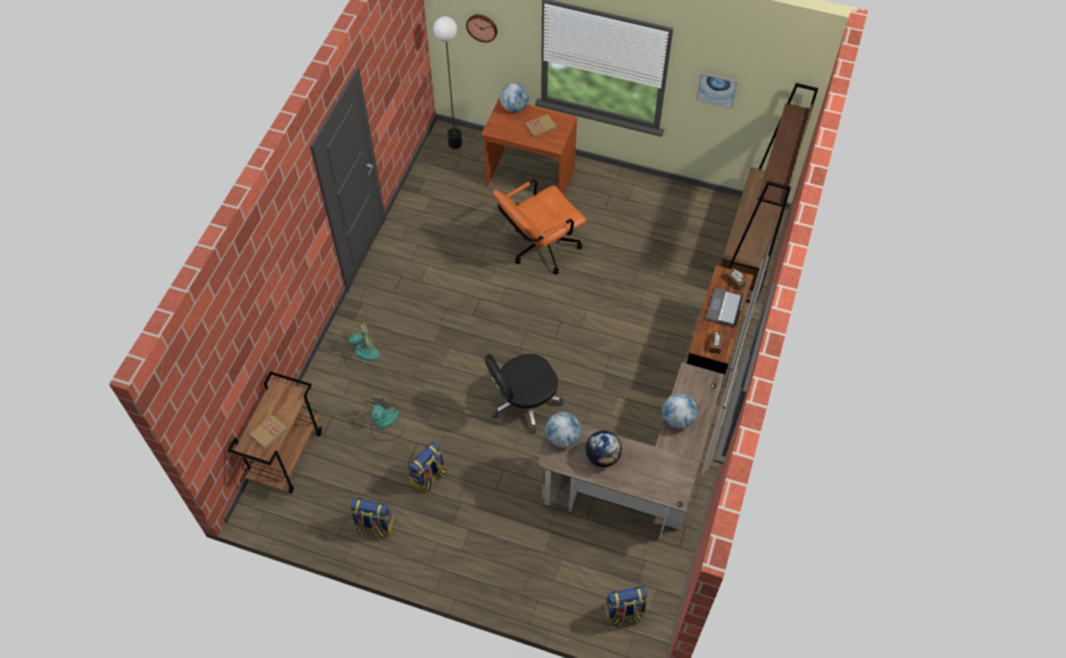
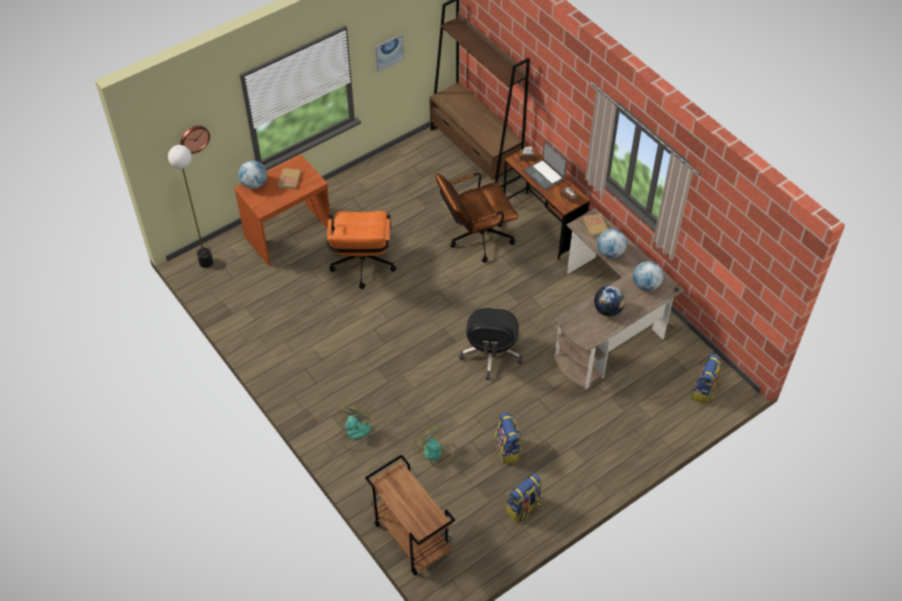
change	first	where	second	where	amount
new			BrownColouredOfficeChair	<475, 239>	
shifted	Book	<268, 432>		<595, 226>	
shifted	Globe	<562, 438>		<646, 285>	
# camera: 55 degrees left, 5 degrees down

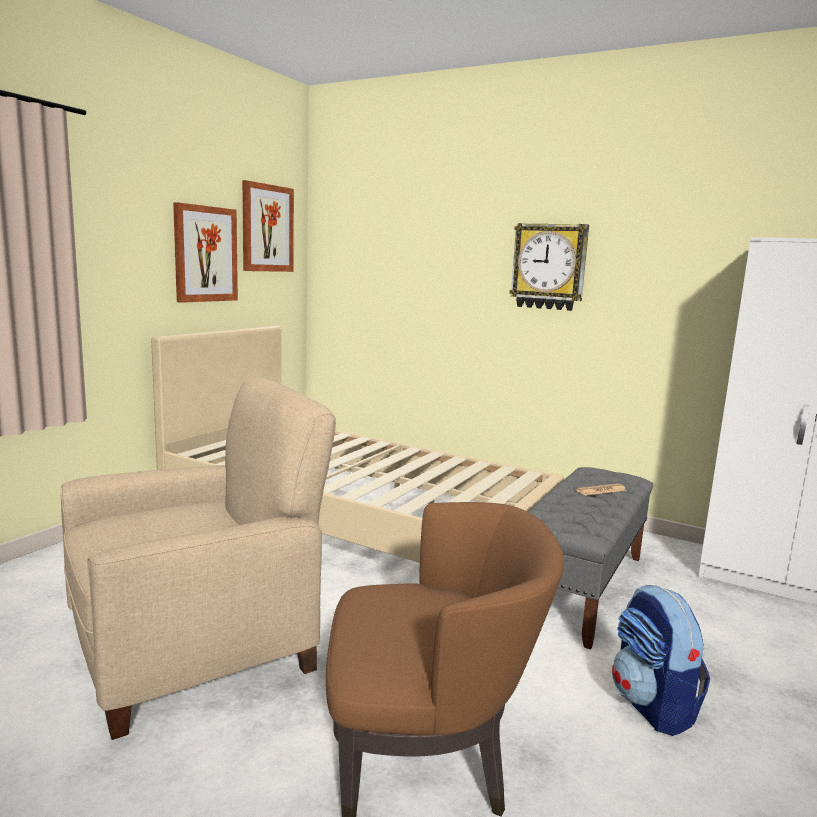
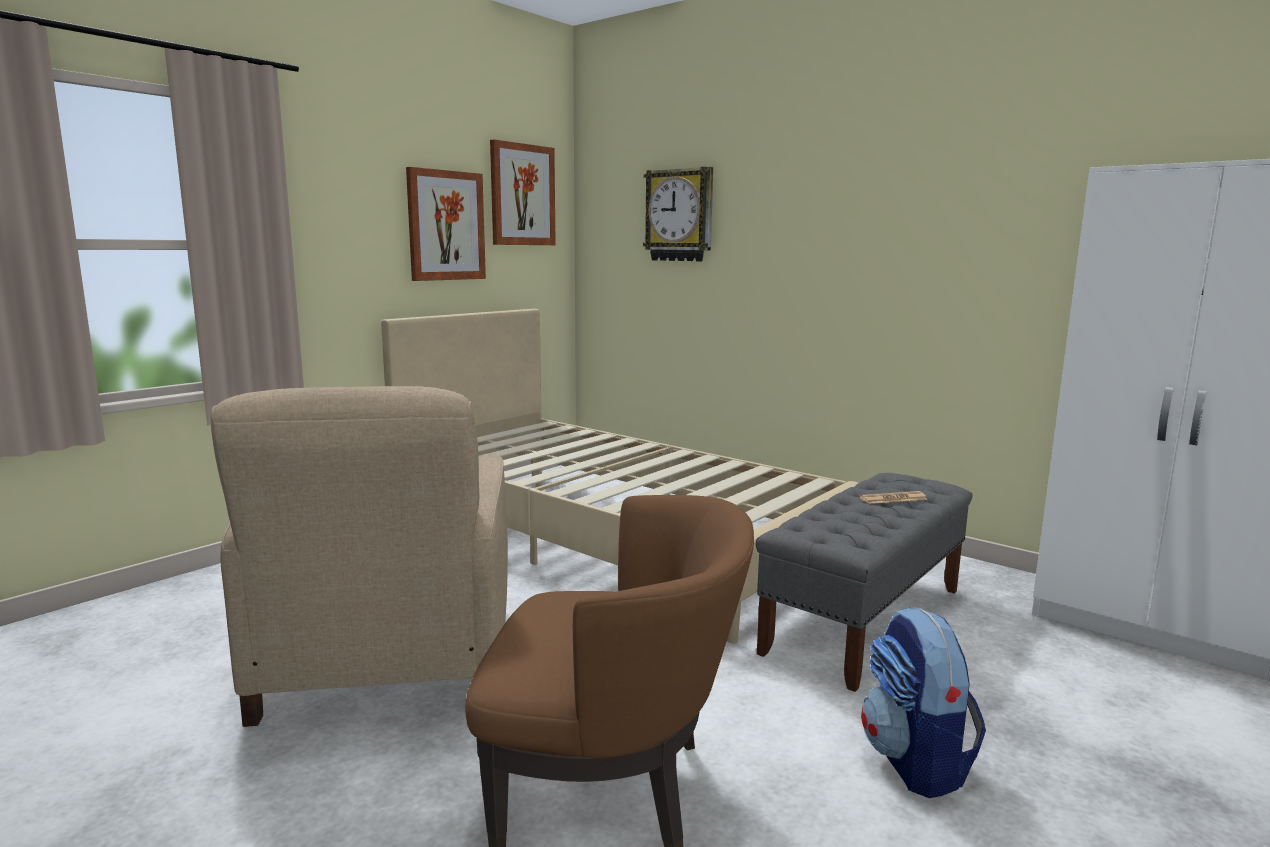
change	first	where	second	where	amount
shifted	HangingClock	<549, 267>		<680, 215>	
rotated	SandColouredEasyChair	<196, 647>		<388, 659>	105 degrees clockwise
# camera: 10 degrees right, 0 degrees up

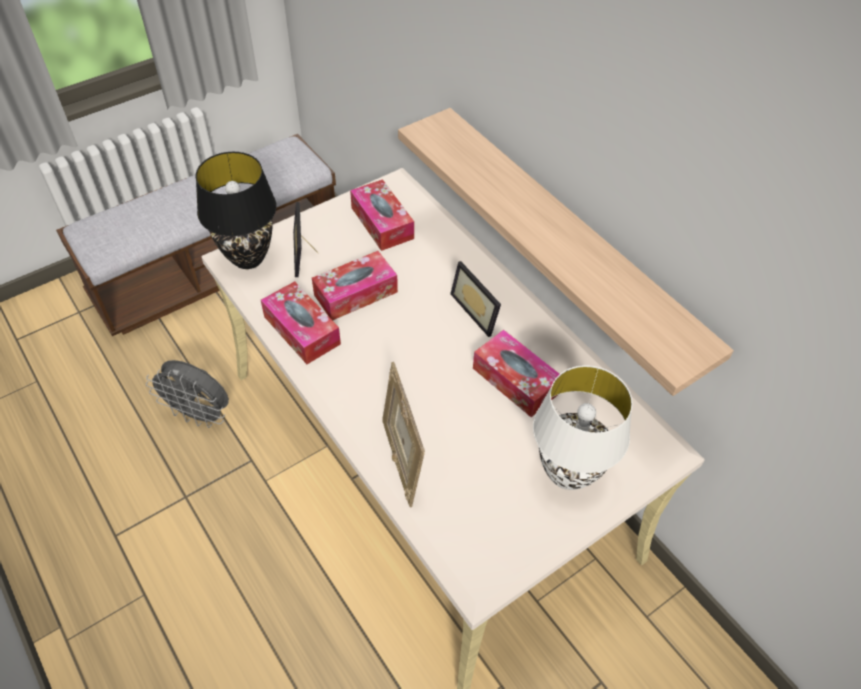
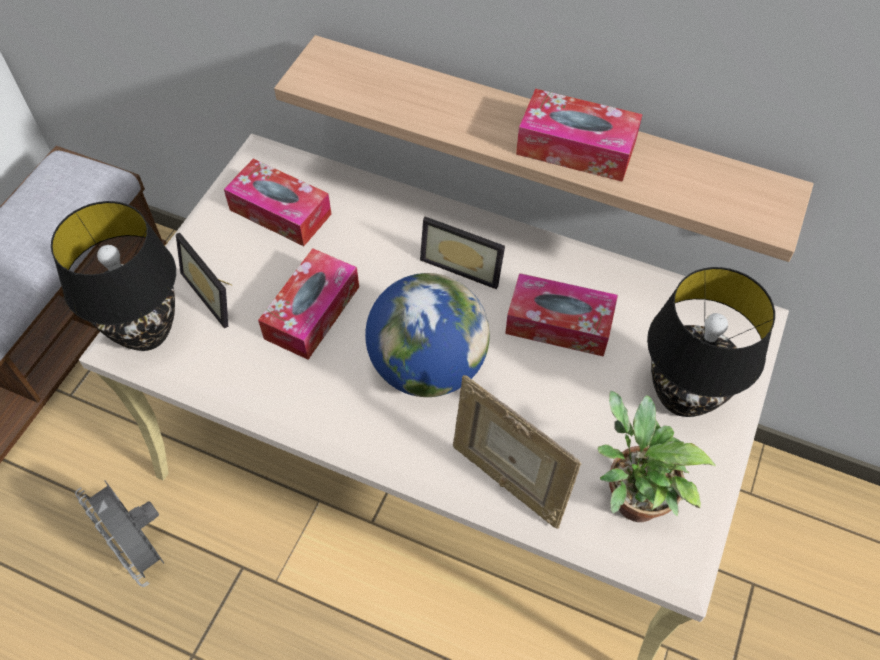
change	first	where	second	where	amount
new			Globe	<428, 367>	
new			PottedPlant	<631, 498>	
shifted	TissueBox	<302, 330>		<576, 148>	
repainted	WhitishTabletopLamp	<569, 473>	BlackColouredTabletopLamp	<683, 397>	
rotated	GreyFan	<200, 414>		<141, 549>	60 degrees clockwise
# camera: 30 degrees left, 5 degrees up

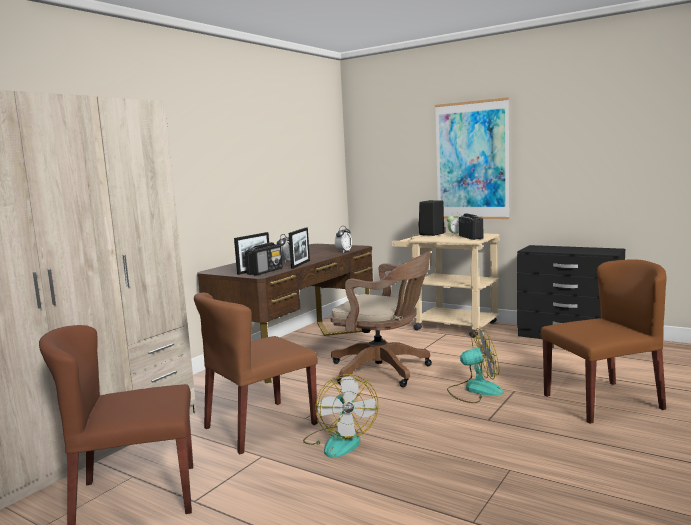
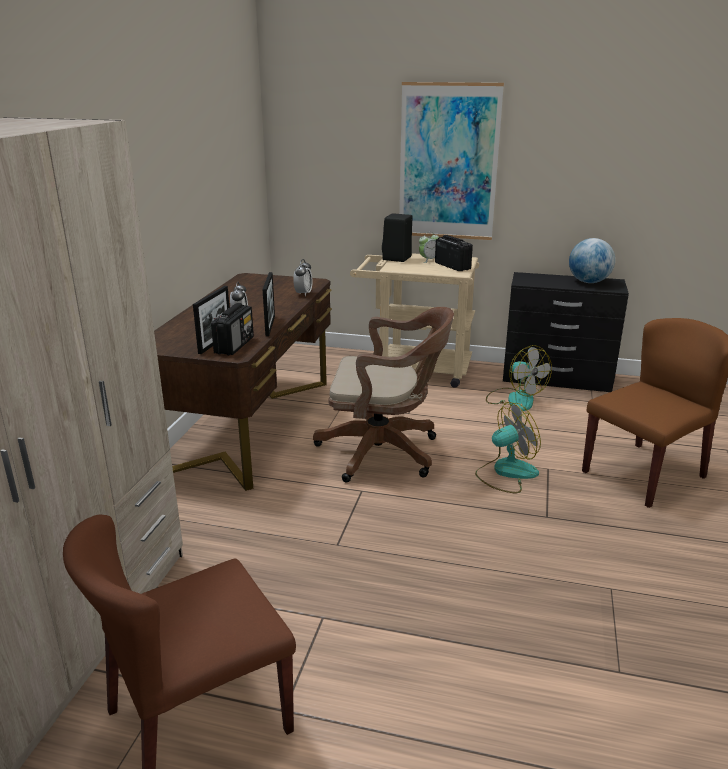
change	first	where	second	where	amount
gone	BrownColouredPlainChair	<260, 426>			
new			Globe	<588, 282>	
shifted	Fan	<339, 441>		<514, 399>	
# camera: 20 degrees left, 15 degrees up

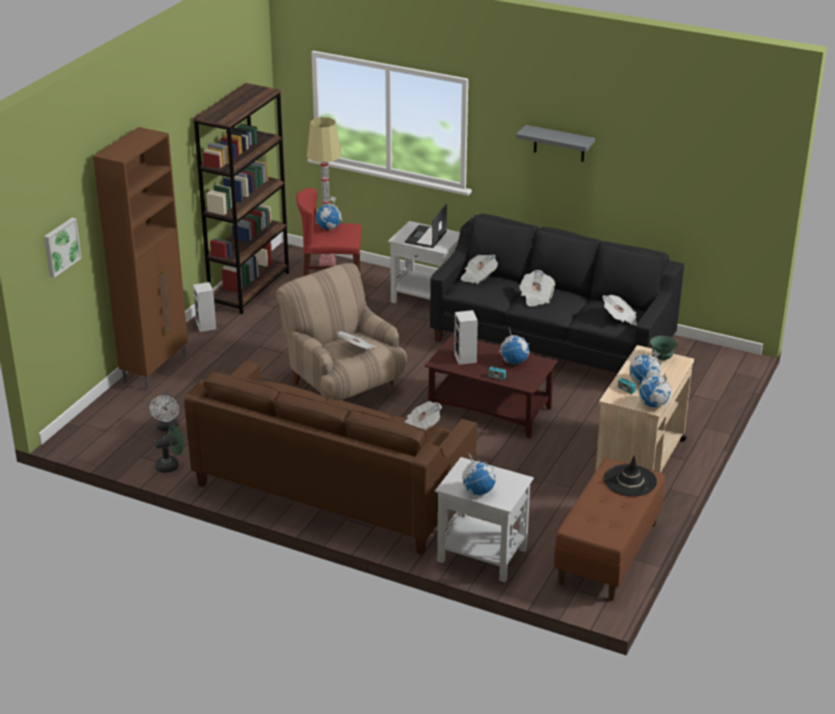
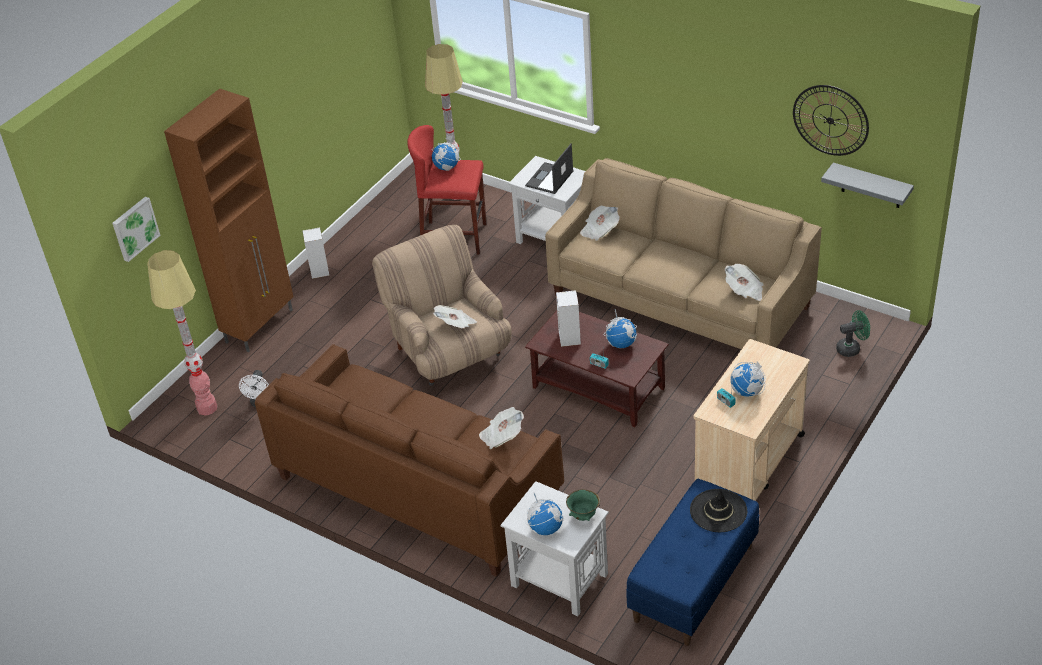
change	first	where	second	where	amount
gone	BrownColouredBookcase	<249, 288>			
gone	Newspaper	<536, 297>			
gone	Globe	<653, 405>			
new			FloorLamp	<207, 408>	
new			HangingClock	<830, 120>	
shifted	GreenColouredFan	<171, 465>		<851, 348>	
shifted	GreyShelf	<559, 144>		<871, 186>	
shifted	GreenColouredBowl	<662, 358>		<583, 516>	
repainted	BlackColouredSofa	<553, 343>	SandColouredSofa	<681, 301>	
repainted	BrownColouredLongSeat	<608, 553>	BluishLongSeat	<694, 584>	
# camera: 10 degrees right, 10 degrees up

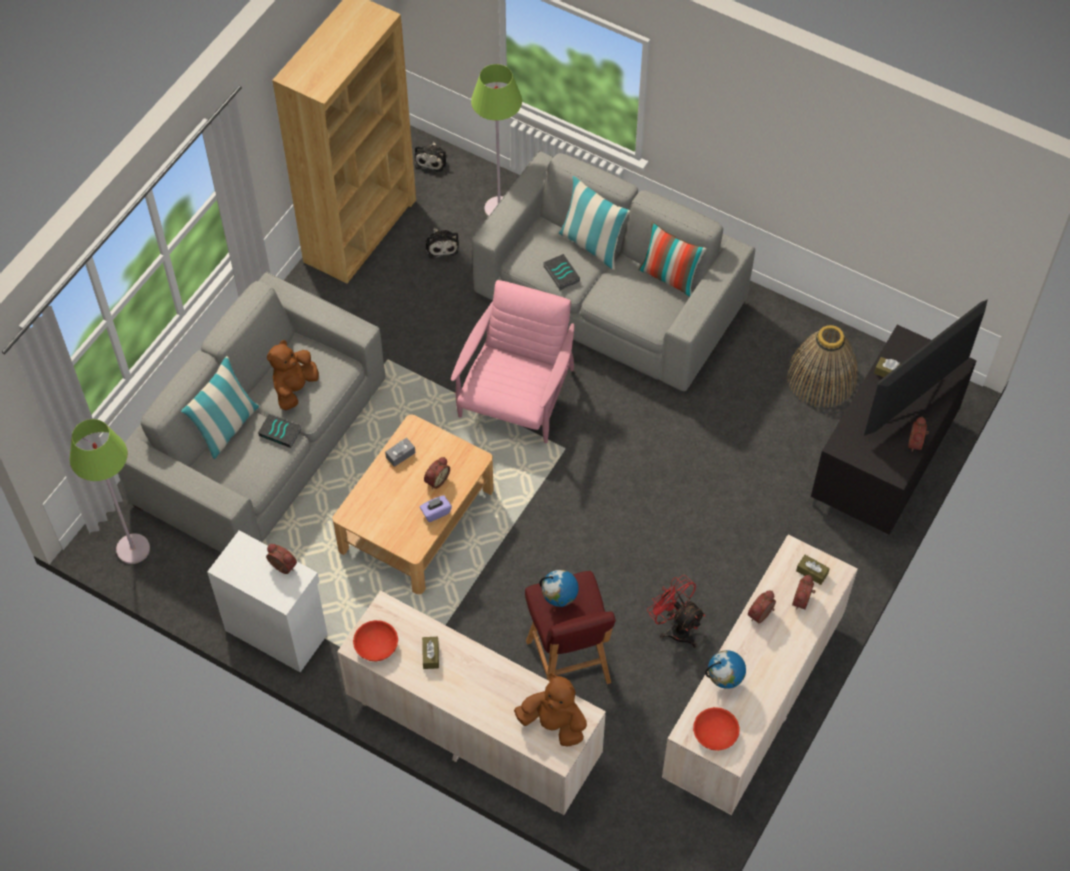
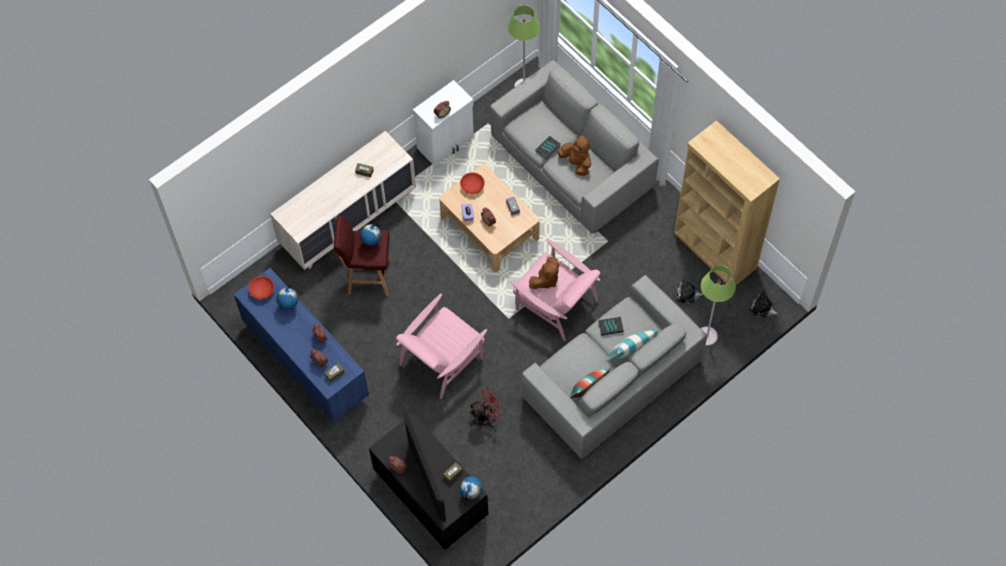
change	first	where	second	where	amount
gone	Cushion	<227, 428>			
gone	StorageBasket	<821, 378>			
new			PinkEasyChair	<442, 359>	
new			Globe	<471, 493>	
shifted	RedBowl	<376, 645>		<472, 186>	
shifted	BrownColouredPlushToy	<553, 723>		<545, 280>	
shifted	RedFan	<676, 627>		<486, 417>	
repainted	SandColouredDresser	<752, 703>	BluishDresser	<305, 361>	
# camera: 110 degrees right, 5 degrees up

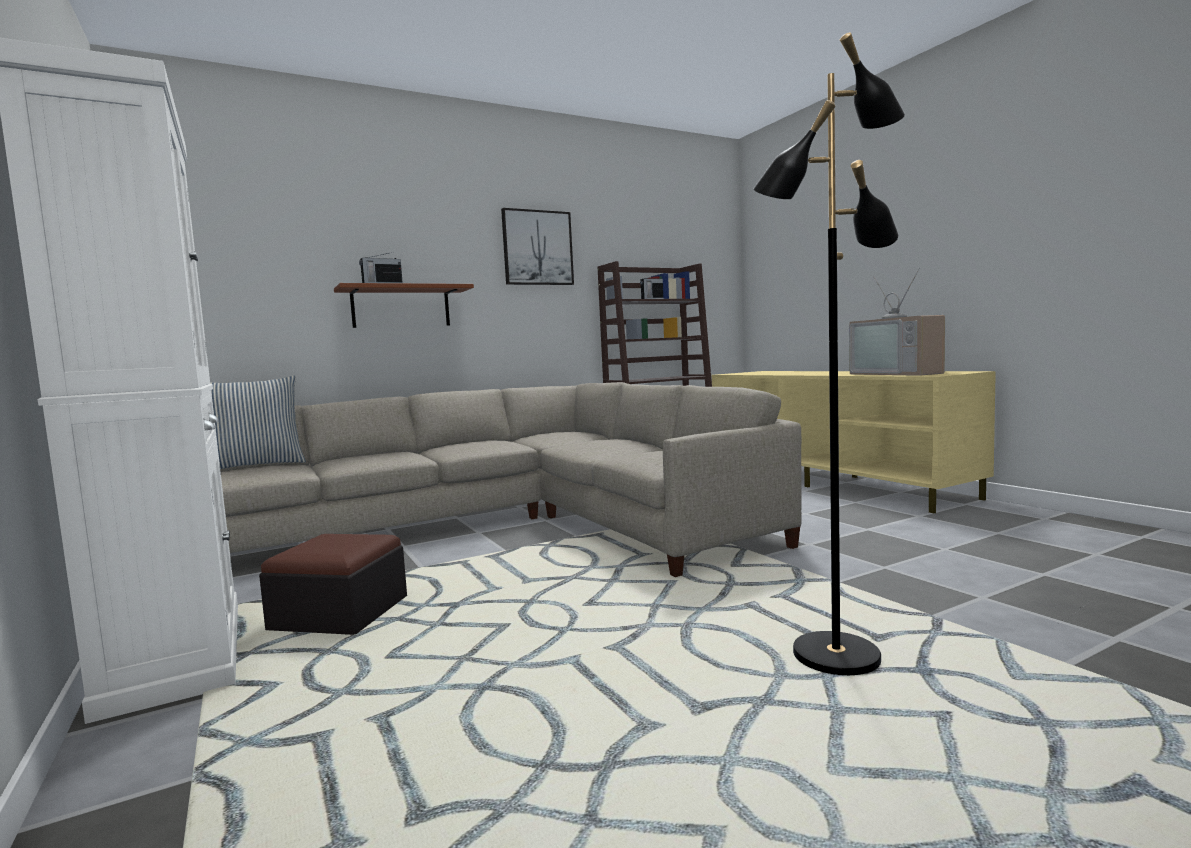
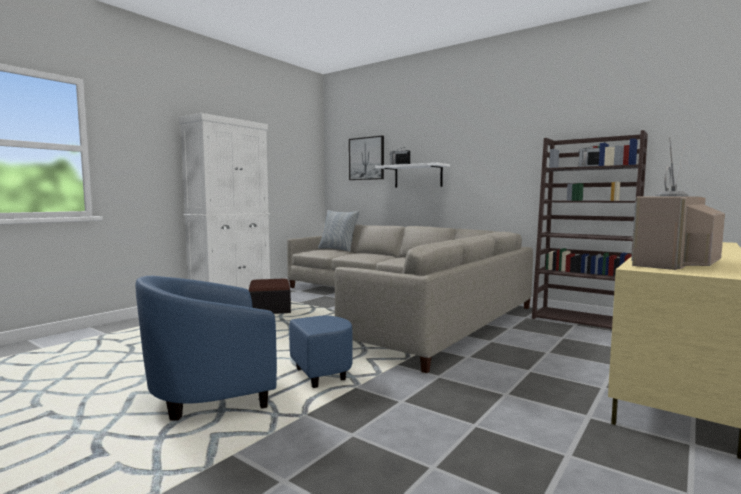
change	first	where	second	where	amount
shifted	WallArt	<537, 248>		<366, 158>	
swapped	BlackColouredFloorLamp	<835, 655>	BluishEasyChair	<241, 390>	
repainted	BrownColouredShelf	<401, 307>	WhitishShelf	<418, 176>	
# camera: 65 degrees right, 0 degrees up

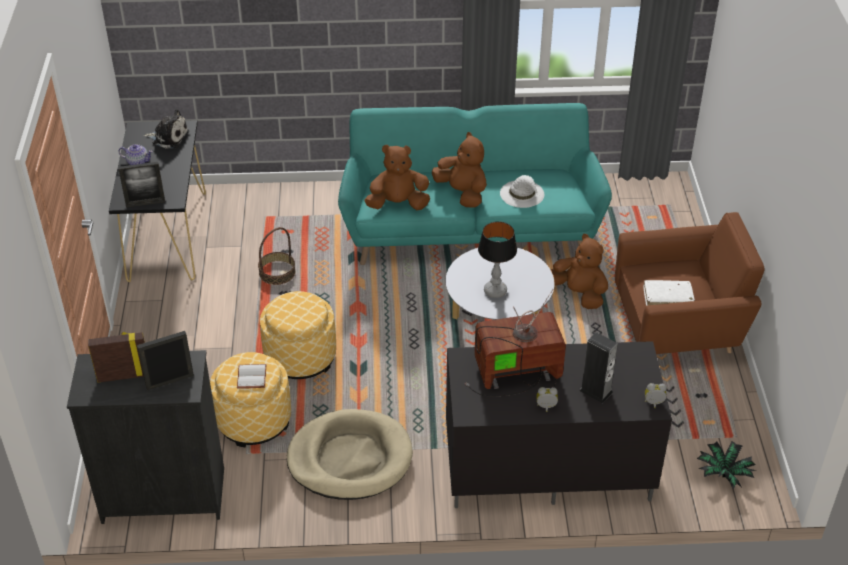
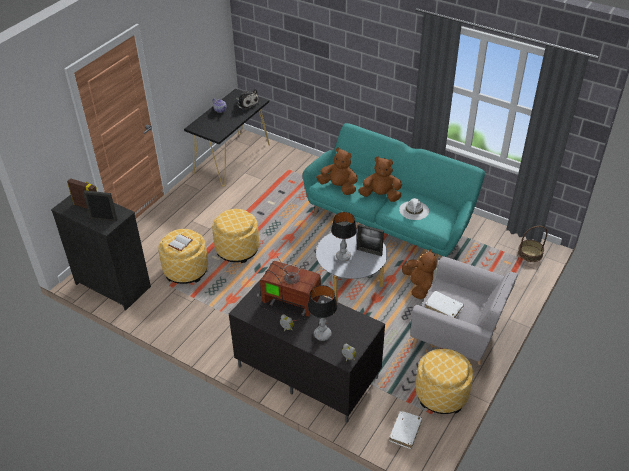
change	first	where	second	where	amount
gone	SandColouredDogBed	<350, 458>			
new			Footrest	<441, 394>	
shifted	PhotoFrame	<145, 203>		<369, 252>	
shifted	StorageBasket	<277, 273>		<530, 253>	
swapped	Speaker	<596, 391>	TabletopLamp	<322, 334>	
swapped	PottedPlant	<724, 473>	WhitishBook	<405, 432>	
repainted	BrownColouredEasyChair	<677, 330>	GreyEasyChair	<458, 335>	
rotated	BrownColouredPlushToy	<462, 193>		<380, 196>	75 degrees counterclockwise
# camera: 35 degrees right, 0 degrees up

